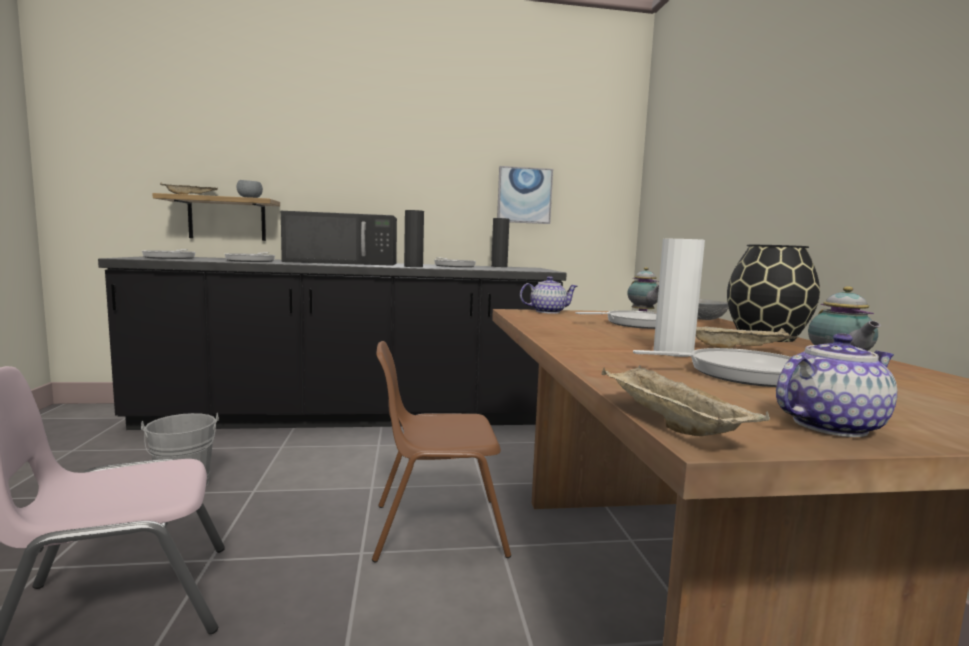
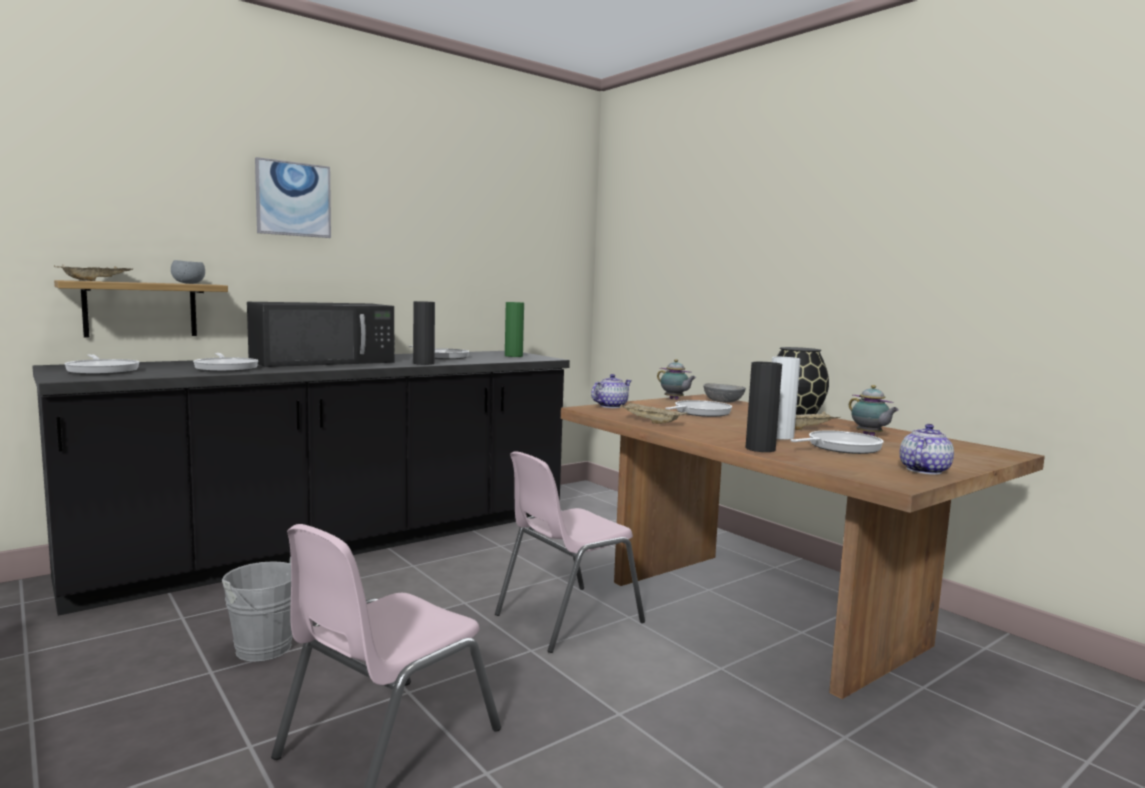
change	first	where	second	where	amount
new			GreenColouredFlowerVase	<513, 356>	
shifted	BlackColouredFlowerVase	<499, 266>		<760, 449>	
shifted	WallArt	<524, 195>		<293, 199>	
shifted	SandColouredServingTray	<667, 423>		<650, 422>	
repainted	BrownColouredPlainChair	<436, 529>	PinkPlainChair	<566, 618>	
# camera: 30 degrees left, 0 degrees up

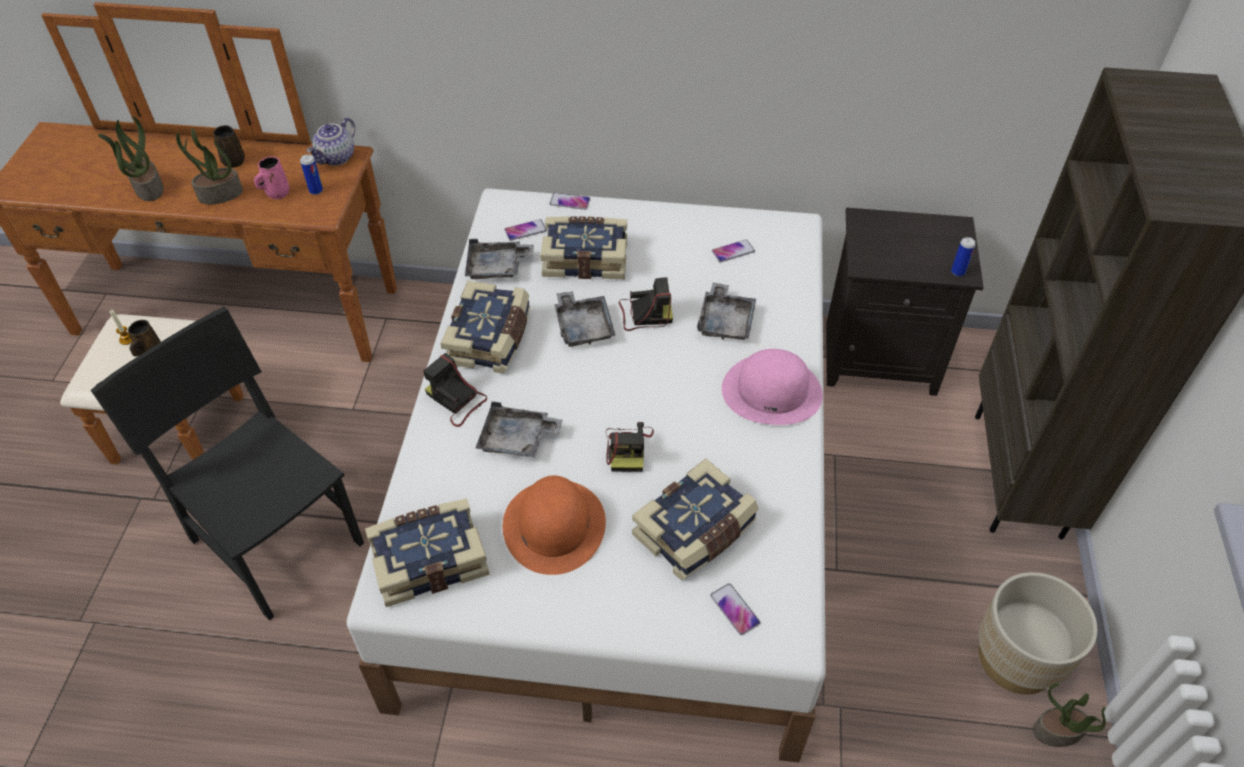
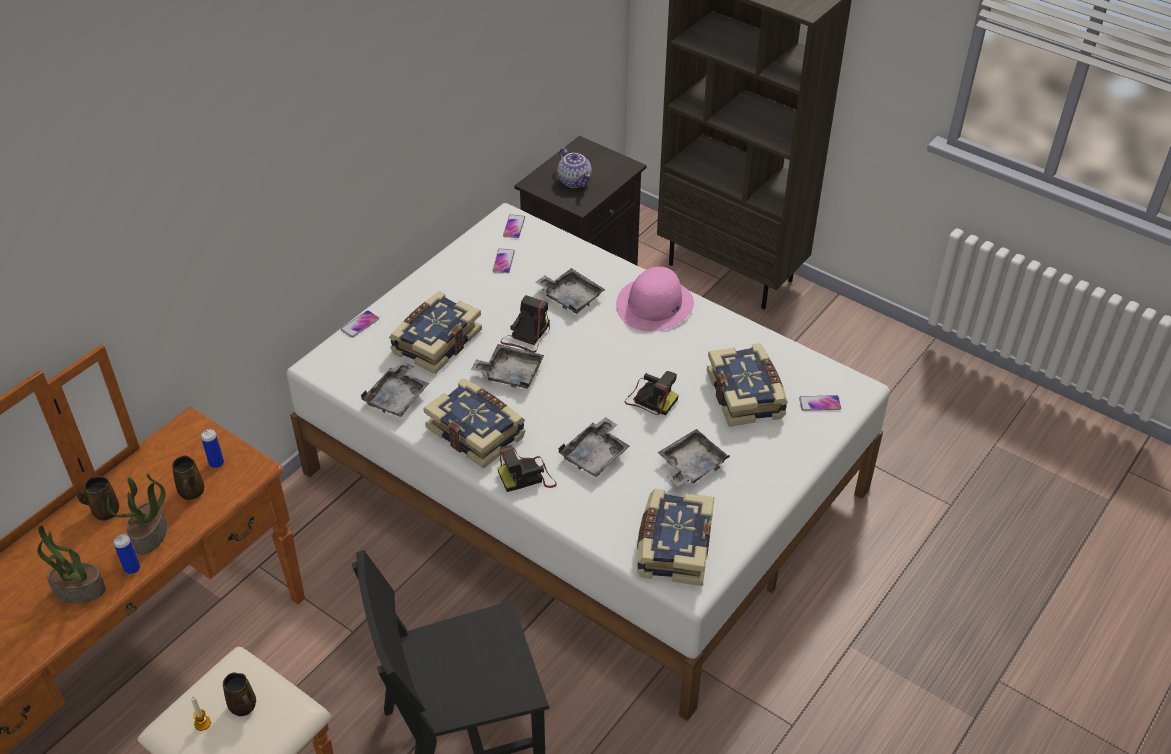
change	first	where	second	where	amount
gone	SandColouredPlanter	<1016, 658>			
gone	PottedPlant	<1057, 732>			
shifted	PotForTea	<337, 158>		<575, 181>	
shifted	Phone	<525, 230>		<514, 227>	
shifted	SealedCan	<957, 272>		<132, 568>	
swapped	OrangeHat	<554, 525>	GreyServingTray	<691, 465>	
repainted	PinkCoffeeMug	<276, 193>	BrownColouredCoffeeMug	<191, 492>	
# camera: 60 degrees left, 5 degrees down

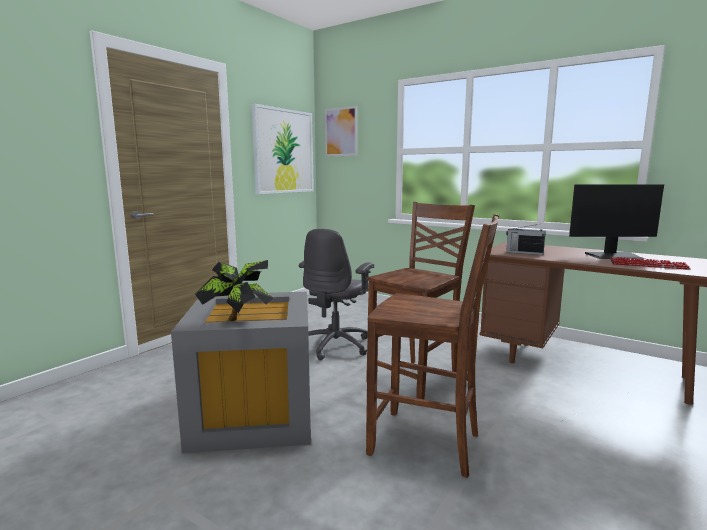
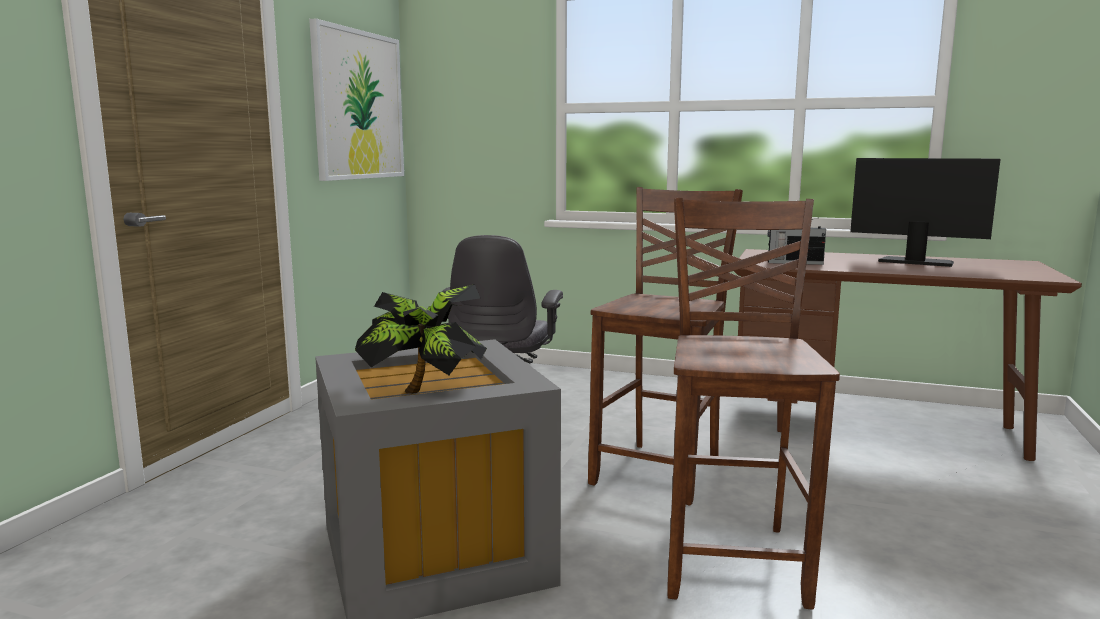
change	first	where	second	where	amount
gone	WallArt	<341, 132>			
gone	ComputerKeyboard	<648, 265>			
rotated	BrownColouredPlainChair	<427, 444>		<734, 559>	90 degrees counterclockwise
rotated	ComputerScreen	<614, 256>		<915, 262>	135 degrees counterclockwise
# camera: 15 degrees left, 0 degrees up

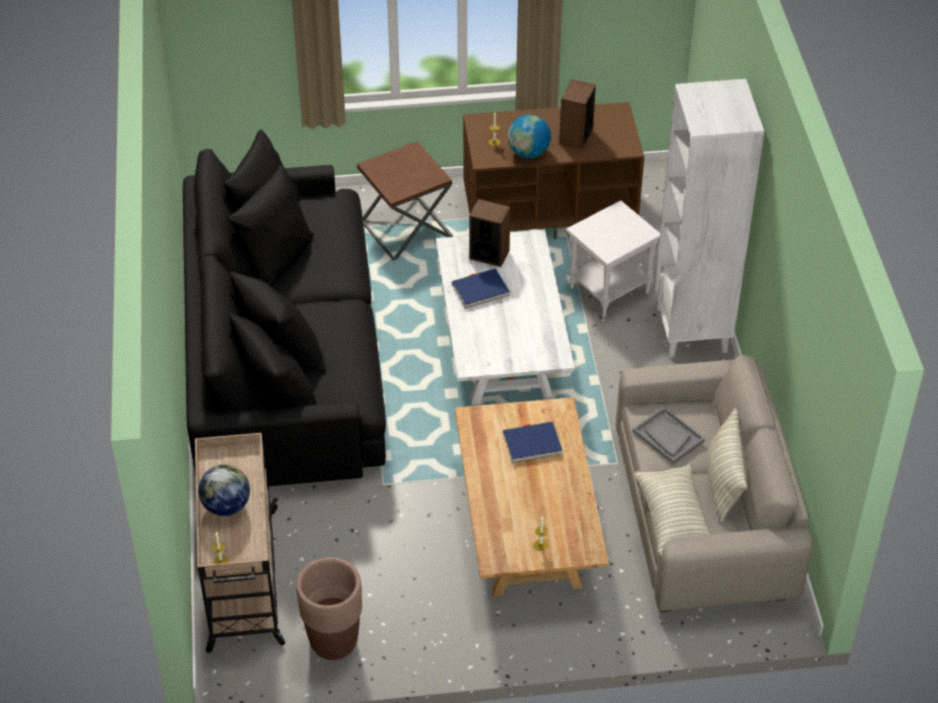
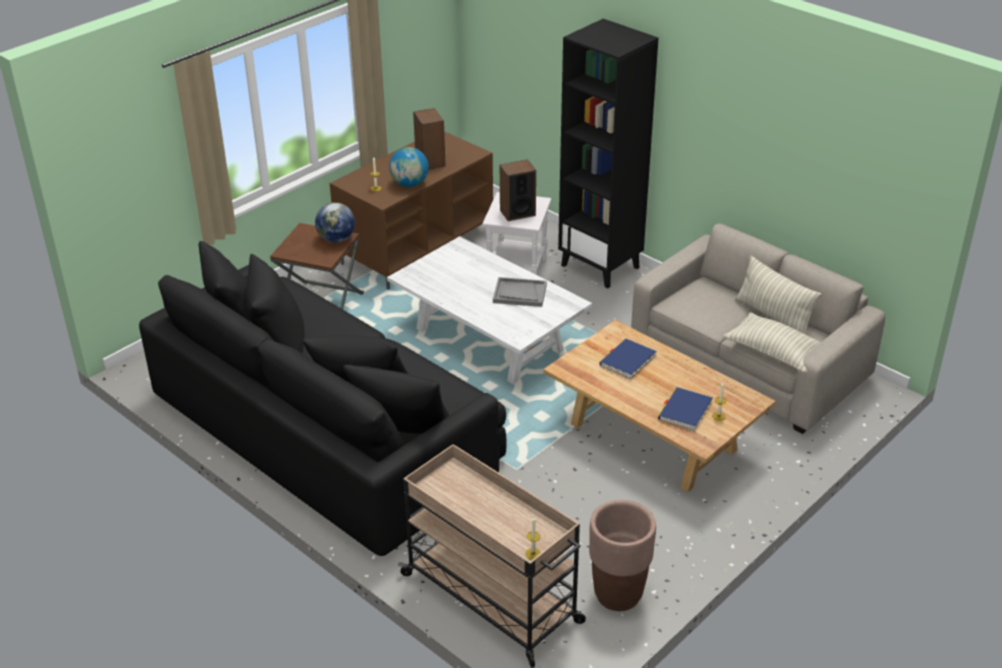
change	first	where	second	where	amount
shifted	Globe	<226, 506>		<336, 239>	
shifted	BluishBook	<480, 290>		<685, 411>	
shifted	Speaker	<489, 254>		<517, 212>	
shifted	GreyServingTray	<668, 437>		<519, 293>	
repainted	WhitishBookcase	<692, 330>	BlackColouredBookcase	<601, 266>	
# camera: 40 degrees left, 10 degrees down

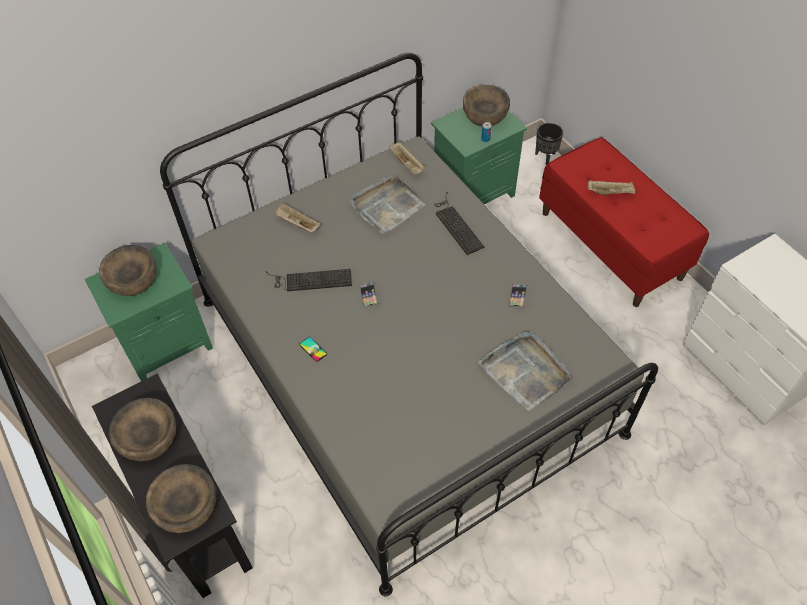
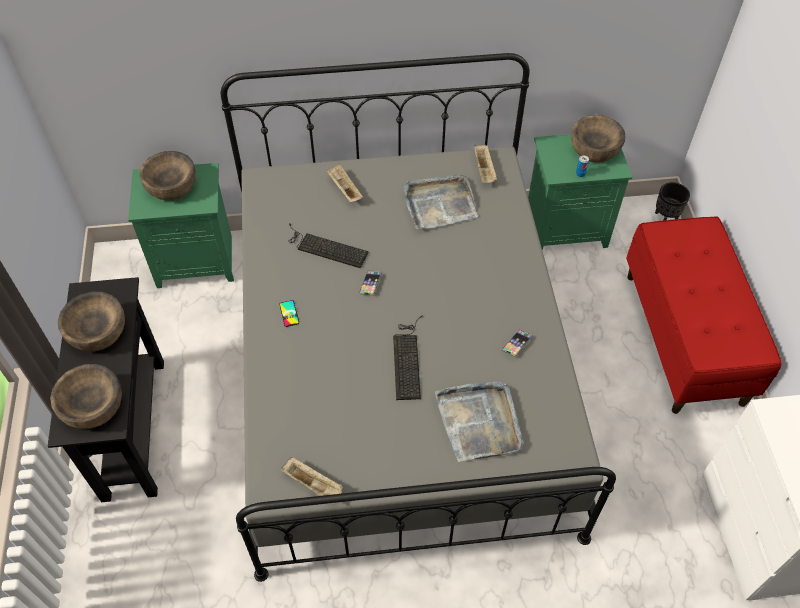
change	first	where	second	where	amount
shifted	ComputerKeyboard	<456, 224>		<407, 359>	
shifted	SandColouredServingTray	<610, 192>		<314, 485>	
# camera: 25 degrees right, 0 degrees up

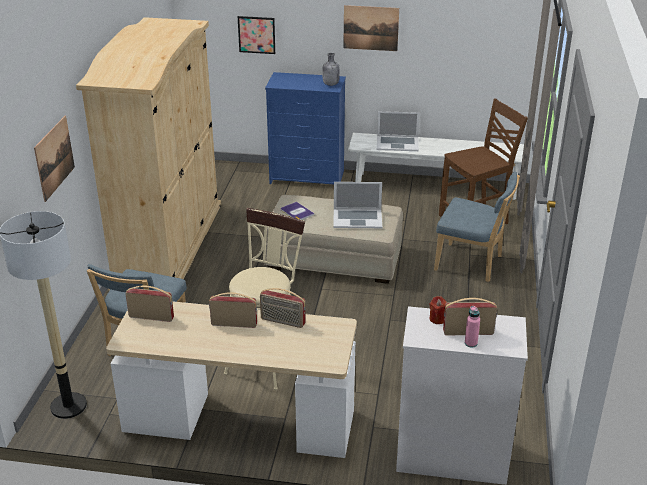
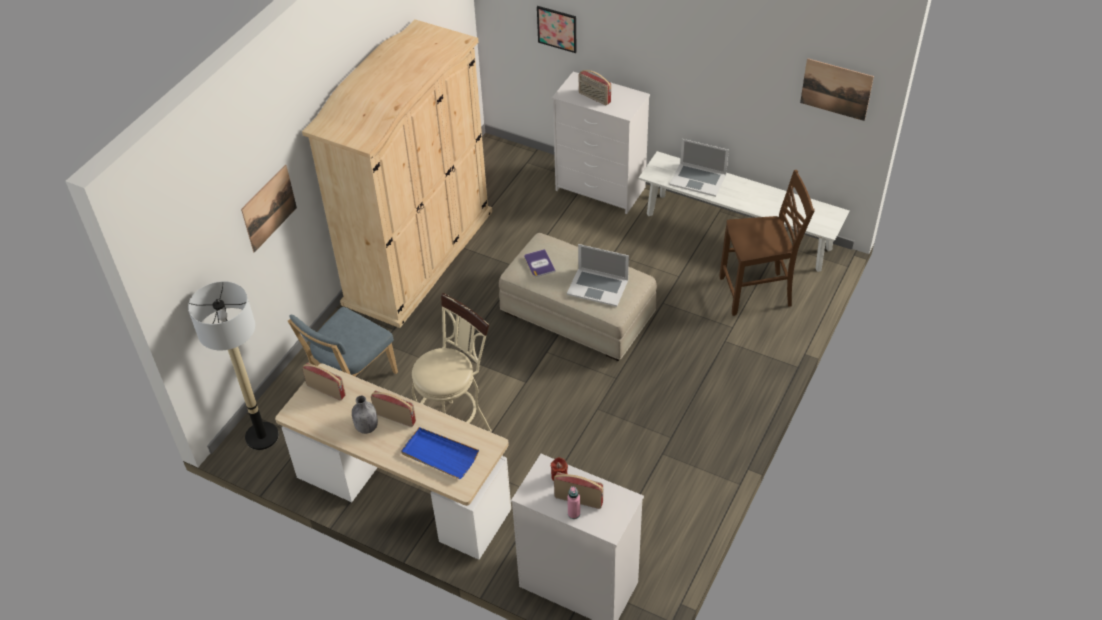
change	first	where	second	where	amount
gone	BluishPlainChair	<471, 264>			
new			BluishServingTray	<439, 455>	
shifted	RadioSet	<282, 321>		<594, 98>	
shifted	GreyBeverageBottle	<330, 84>		<366, 427>	
shifted	WallArt	<371, 28>		<836, 89>	
repainted	BluishDresser	<307, 177>	WhitishDresser	<601, 189>	
# camera: 20 degrees right, 15 degrees up

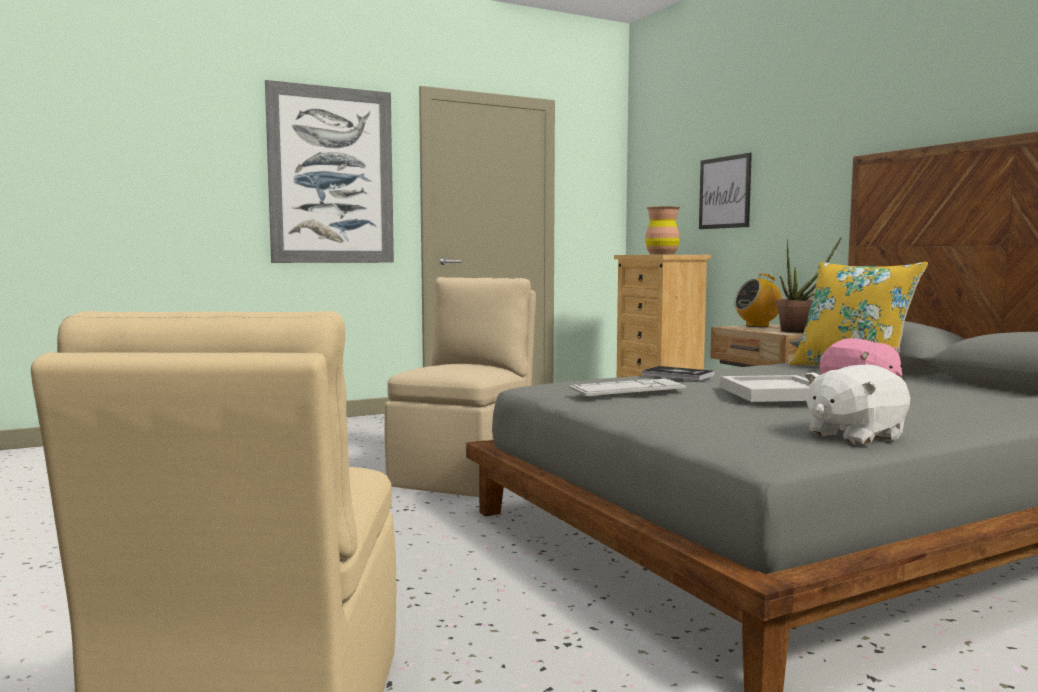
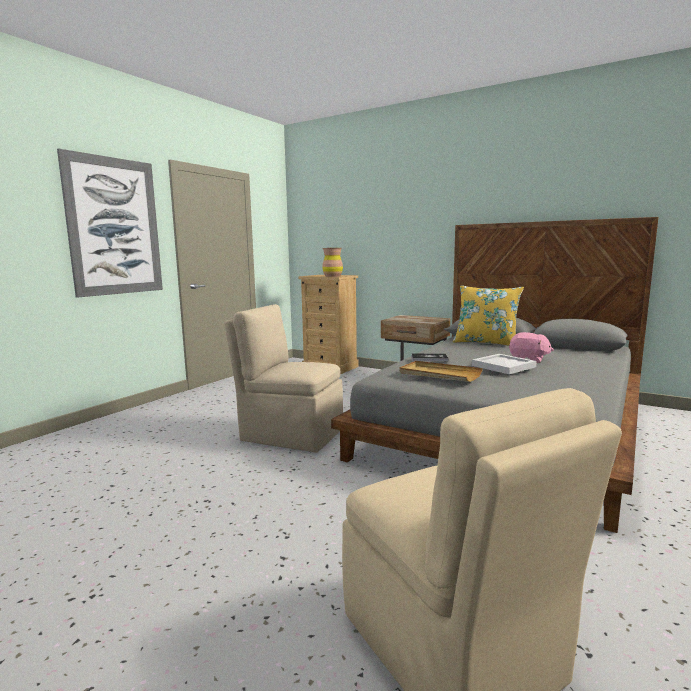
change	first	where	second	where	amount
gone	WallArt	<724, 192>			
gone	RadioSet	<757, 326>			
gone	PottedPlant	<800, 331>			
gone	WhitishPlushToy	<853, 436>			
swapped	ComputerKeyboard	<627, 389>	SandColouredServingTray	<439, 374>	
rotated	SandColouredPlainChair	<465, 473>		<290, 434>	60 degrees counterclockwise
# camera: 30 degrees left, 5 degrees up

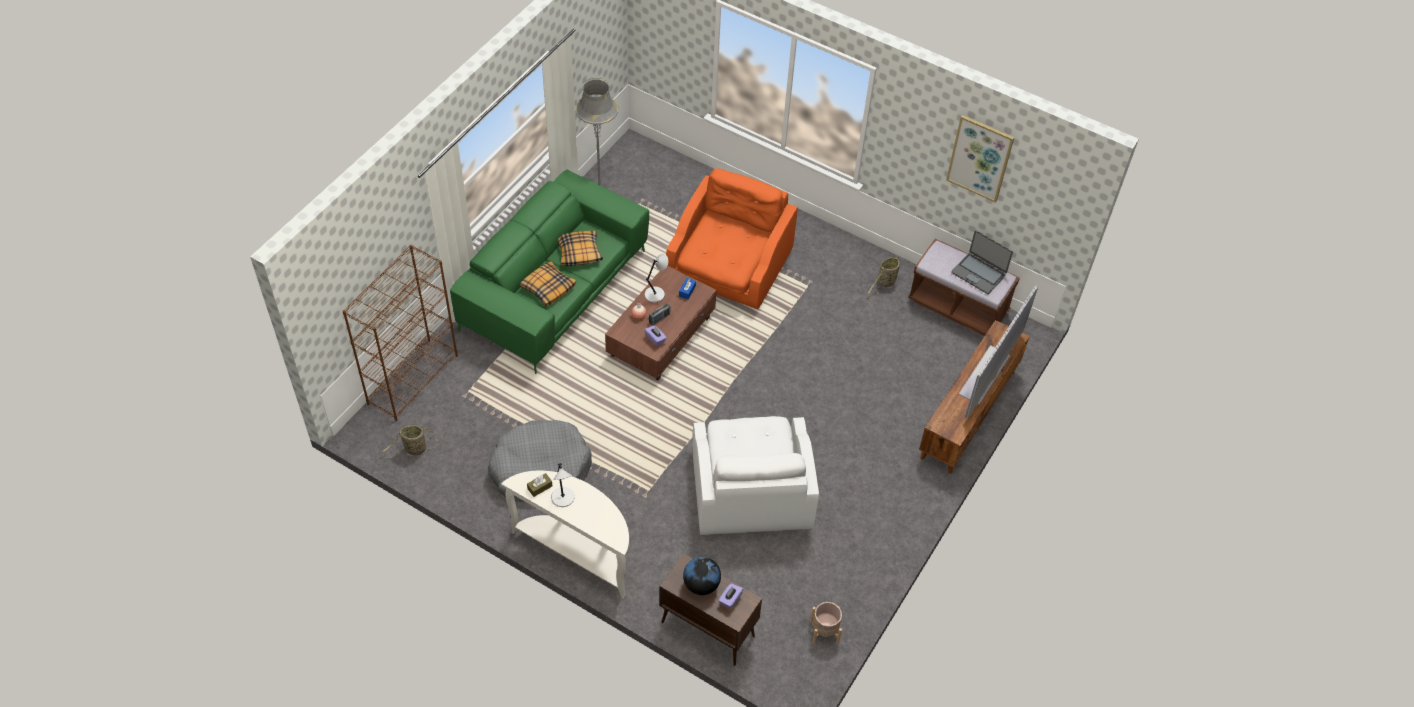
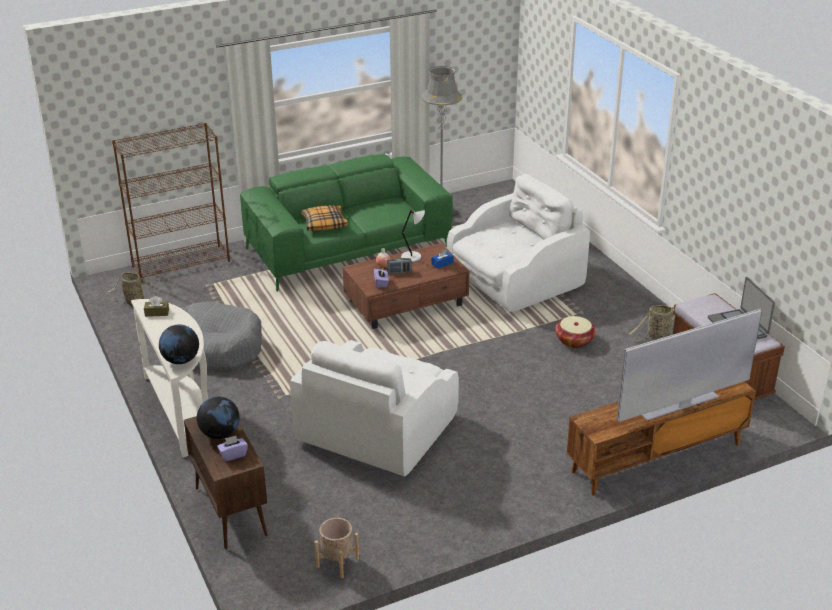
change	first	where	second	where	amount
gone	GreyTabletopLamp	<563, 498>			
gone	Cushion	<579, 253>			
gone	WallArt	<980, 158>			
new			Globe	<181, 360>	
new			StorageBasket	<574, 340>	
repainted	OrangeEasyChair	<729, 266>	WhitishEasyChair	<513, 280>	
# camera: 35 degrees right, 20 degrees down

